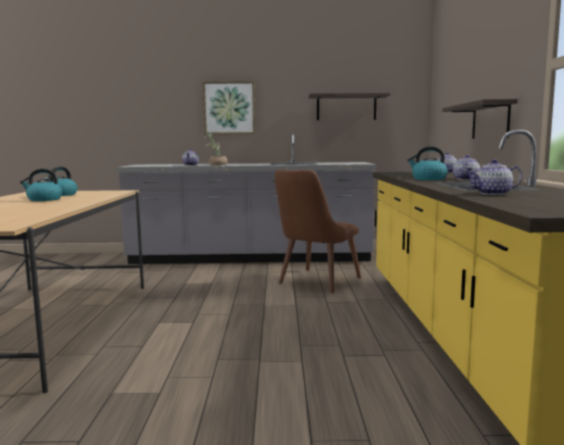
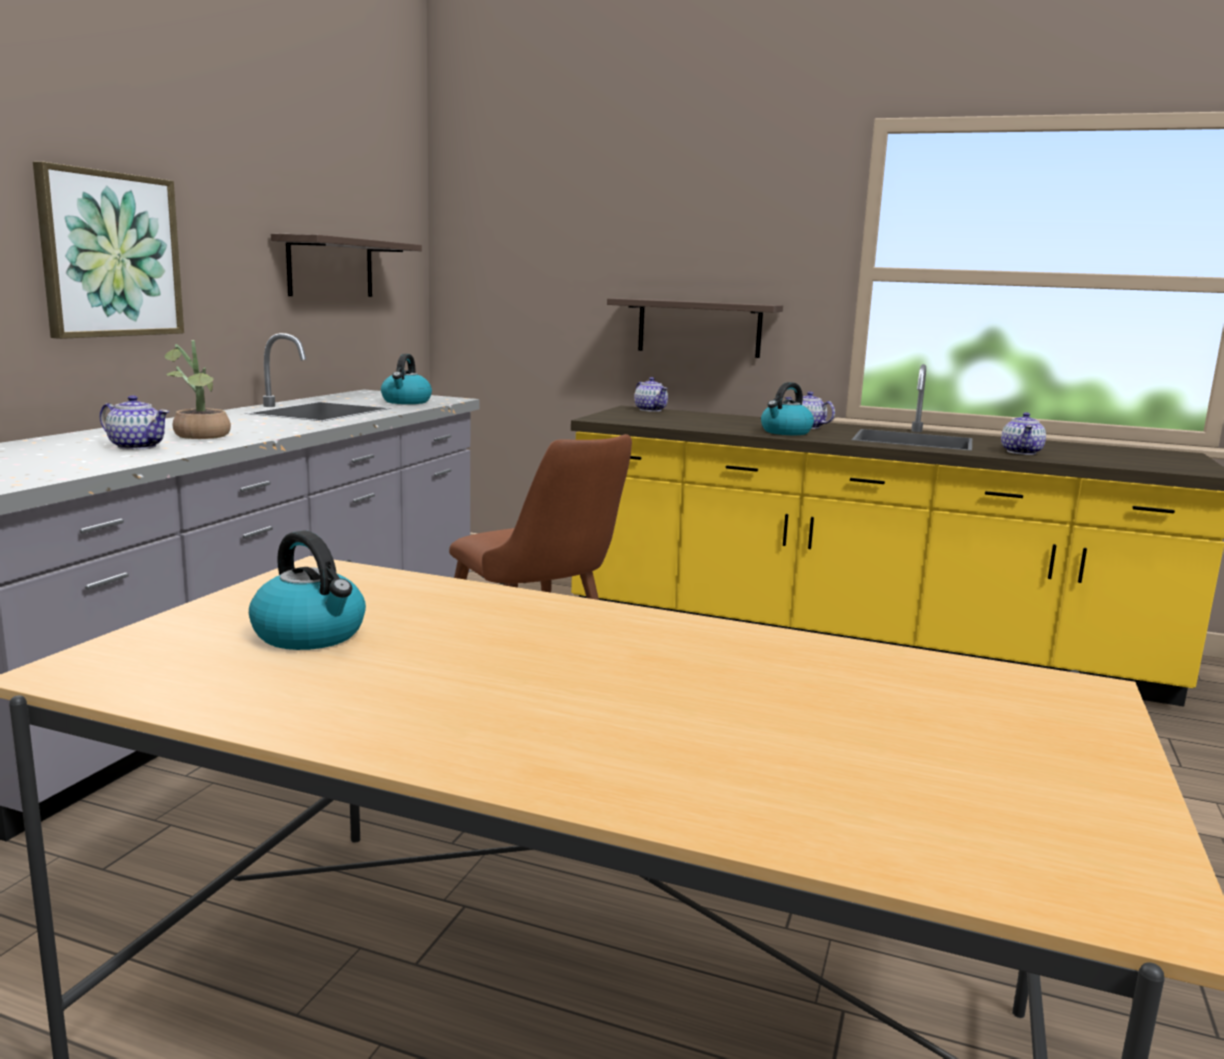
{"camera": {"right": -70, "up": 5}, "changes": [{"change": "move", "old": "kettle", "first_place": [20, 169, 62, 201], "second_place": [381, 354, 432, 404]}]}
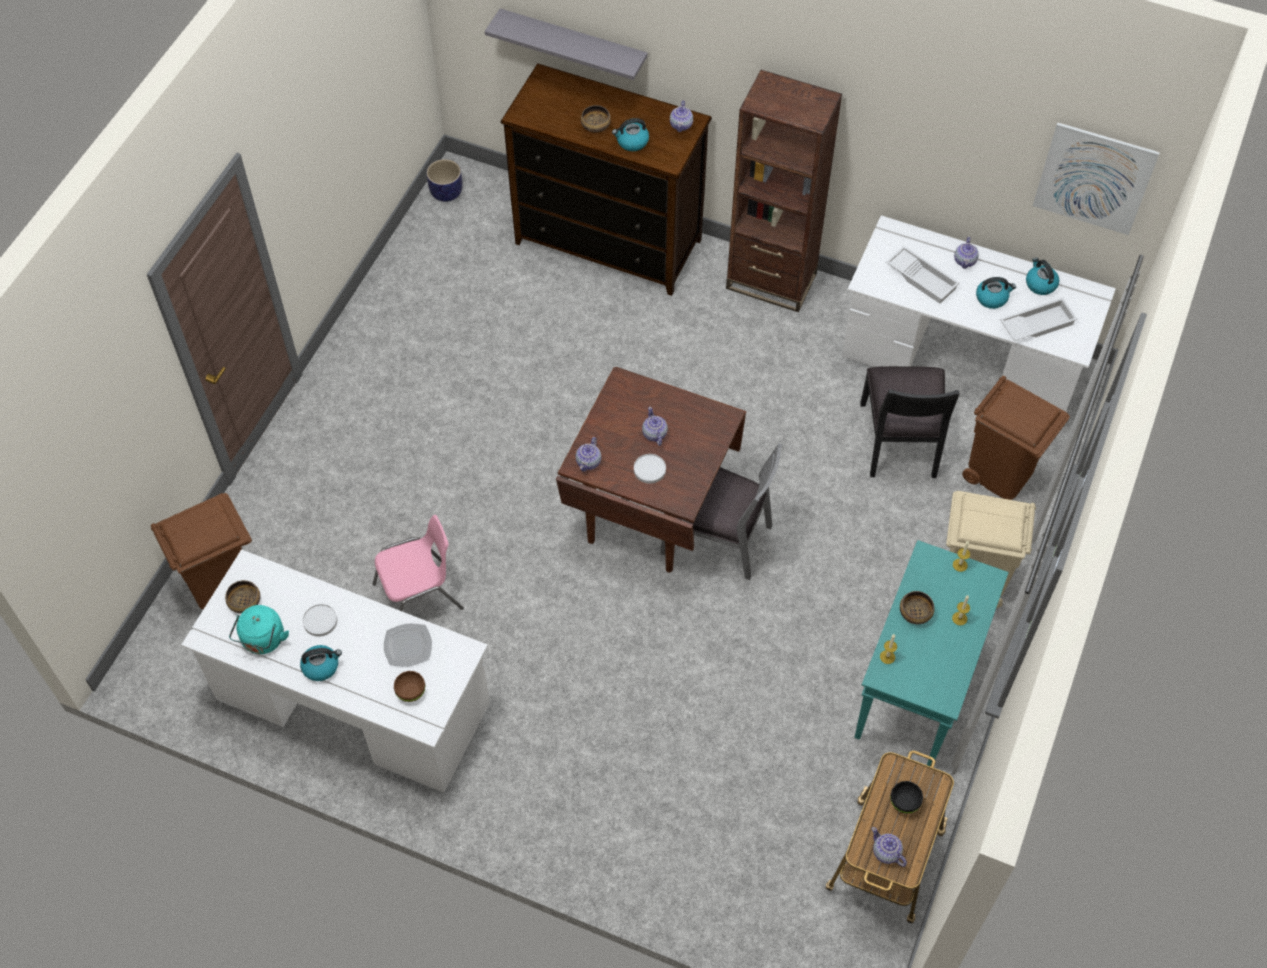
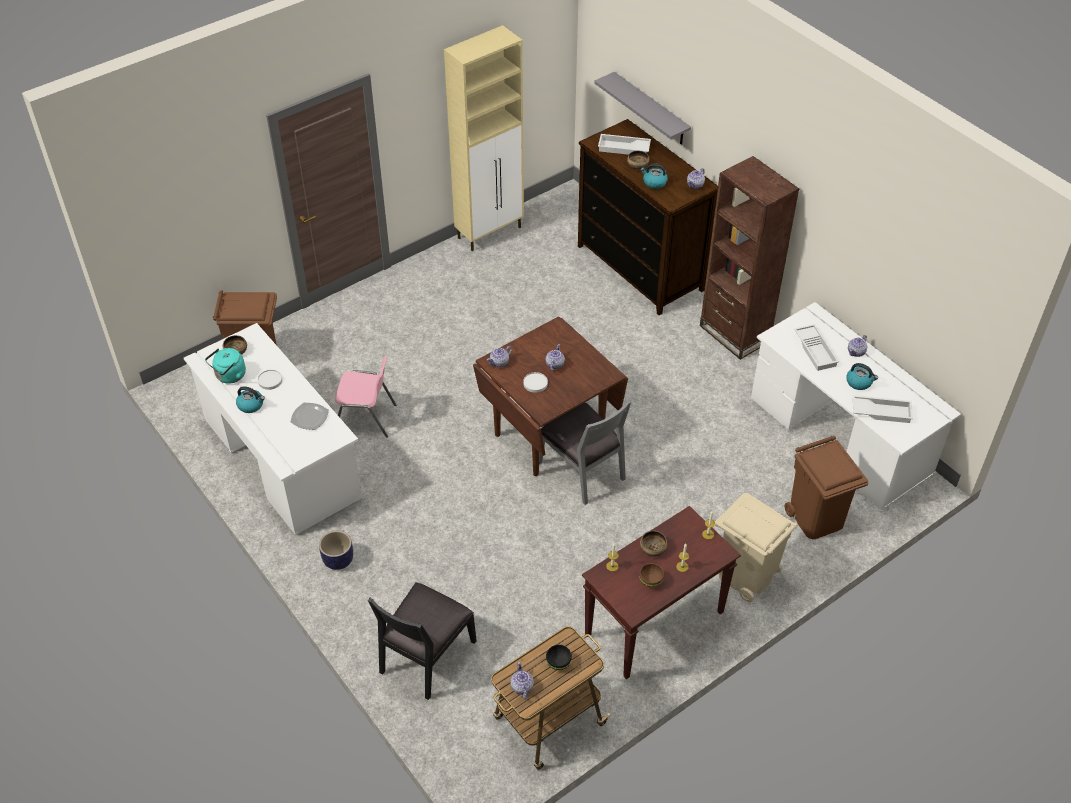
{"camera": {"right": 30, "up": -10}, "changes": [{"change": "move", "old": "brown bowl", "first_place": [394, 671, 426, 702], "second_place": [639, 563, 664, 587]}, {"change": "move", "old": "flower pot", "first_place": [426, 159, 462, 202], "second_place": [319, 531, 353, 570]}, {"change": "recolor", "old": "blue-green narrow table", "new": "brown narrow table", "first_place": [854, 540, 1009, 766], "second_place": [582, 506, 741, 679]}, {"change": "move", "old": "black upright chair", "first_place": [860, 366, 959, 478], "second_place": [368, 582, 477, 700]}, {"change": "delete", "old": "kettle", "first_place": [1026, 258, 1059, 295]}, {"change": "delete", "old": "picture", "first_place": [1033, 123, 1160, 235]}, {"change": "insert", "new": "beige-coloured storage cabinet", "second_place": [444, 25, 524, 251]}, {"change": "insert", "new": "white-coloured serving tray", "second_place": [598, 134, 651, 155]}]}
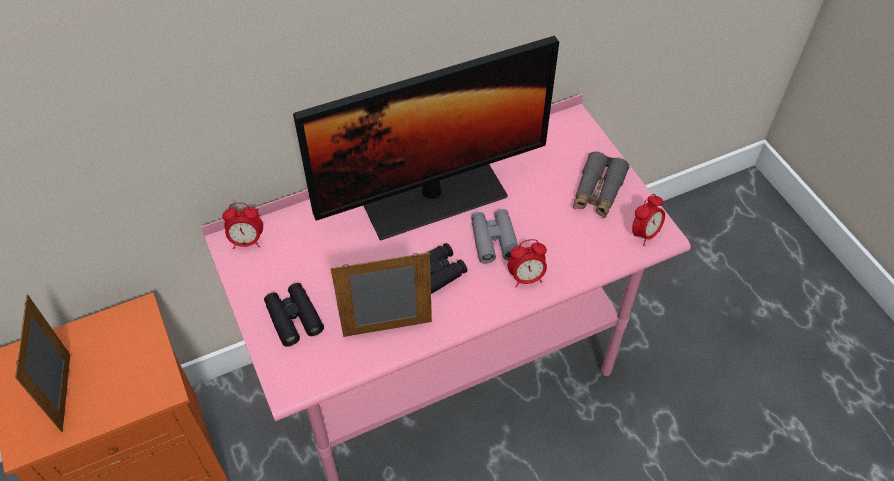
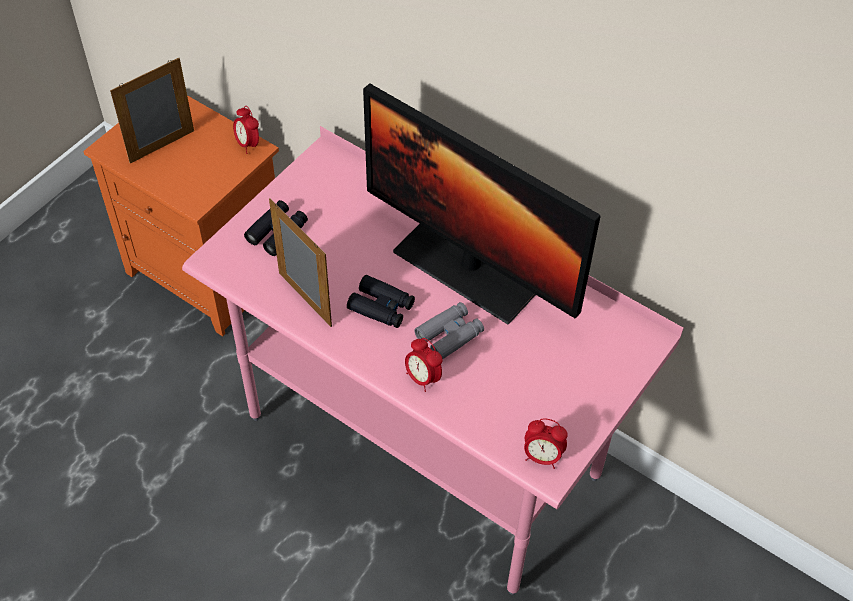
{"camera": {"right": 60, "up": 0}, "changes": [{"change": "move", "old": "bedside clock", "first_place": [222, 203, 263, 249], "second_place": [233, 106, 259, 154]}, {"change": "delete", "old": "gray field glasses", "first_place": [573, 151, 629, 218]}]}
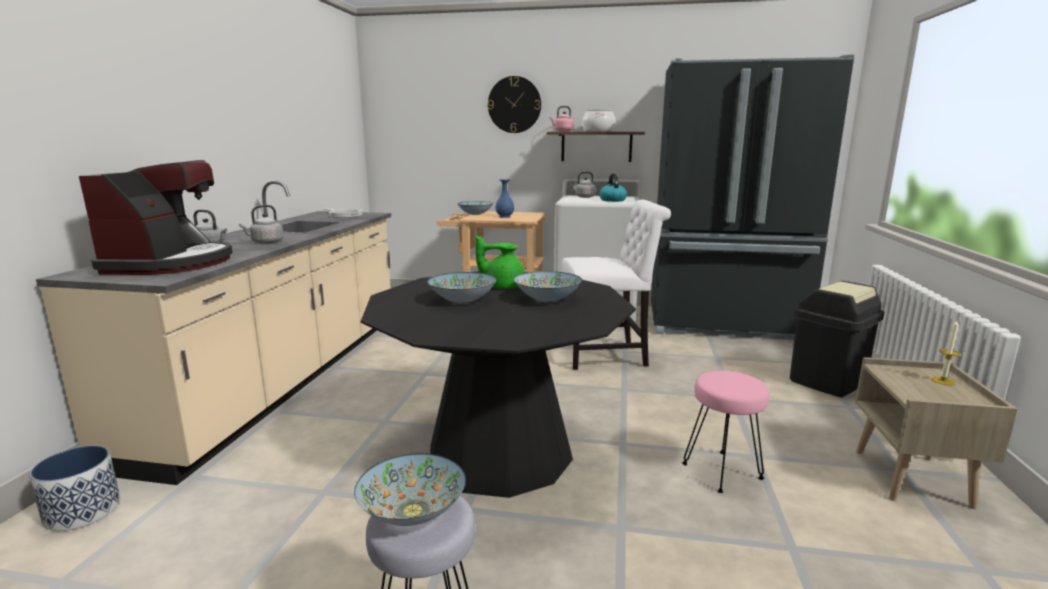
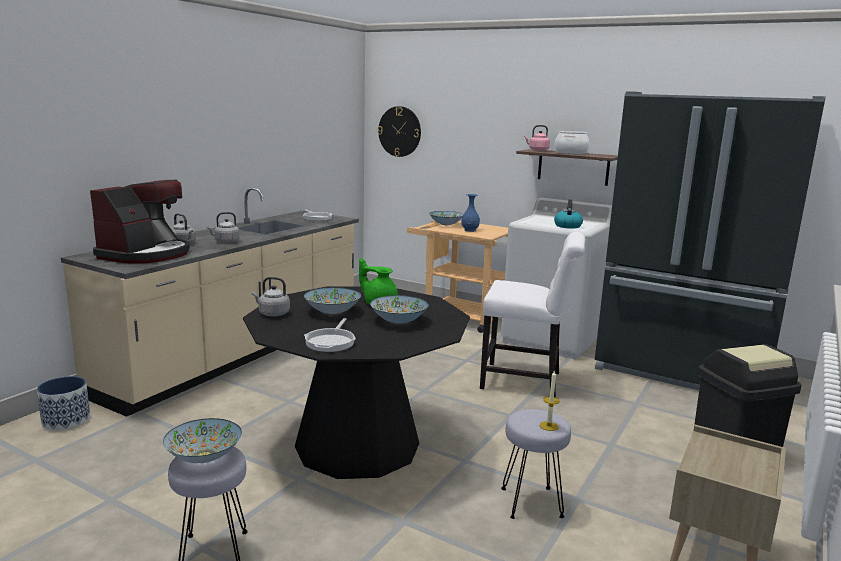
{"camera": {"right": 20, "up": 0}, "changes": [{"change": "move", "old": "wall clock", "first_place": [488, 76, 541, 133], "second_place": [378, 106, 421, 157]}, {"change": "move", "old": "gray kettle", "first_place": [570, 172, 596, 198], "second_place": [252, 277, 290, 316]}, {"change": "recolor", "old": "pinkish sitting stool", "new": "gray sitting stool", "first_place": [682, 371, 769, 493], "second_place": [501, 409, 571, 519]}, {"change": "move", "old": "wax candle", "first_place": [931, 320, 960, 385], "second_place": [540, 371, 560, 431]}, {"change": "insert", "new": "frying pan", "second_place": [304, 318, 356, 352]}]}
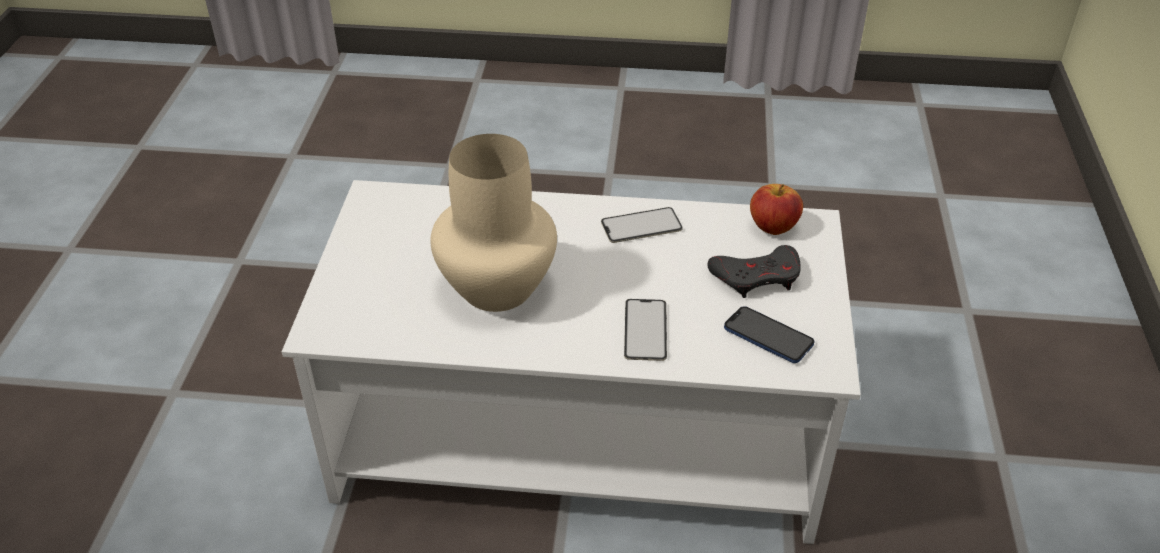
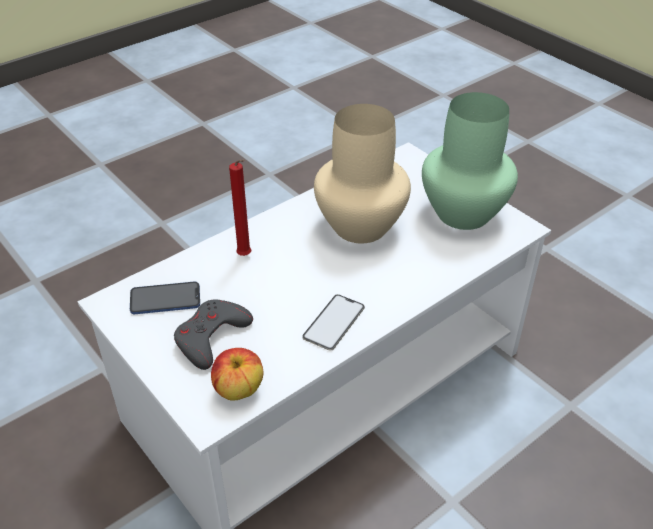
{"camera": {"right": 135, "up": 0}, "changes": [{"change": "replace", "old": "handset", "new": "red-coloured wax candle", "first_place": [624, 299, 667, 361], "second_place": [229, 159, 251, 256]}, {"change": "insert", "new": "green-coloured decorative vase", "second_place": [422, 92, 518, 230]}]}
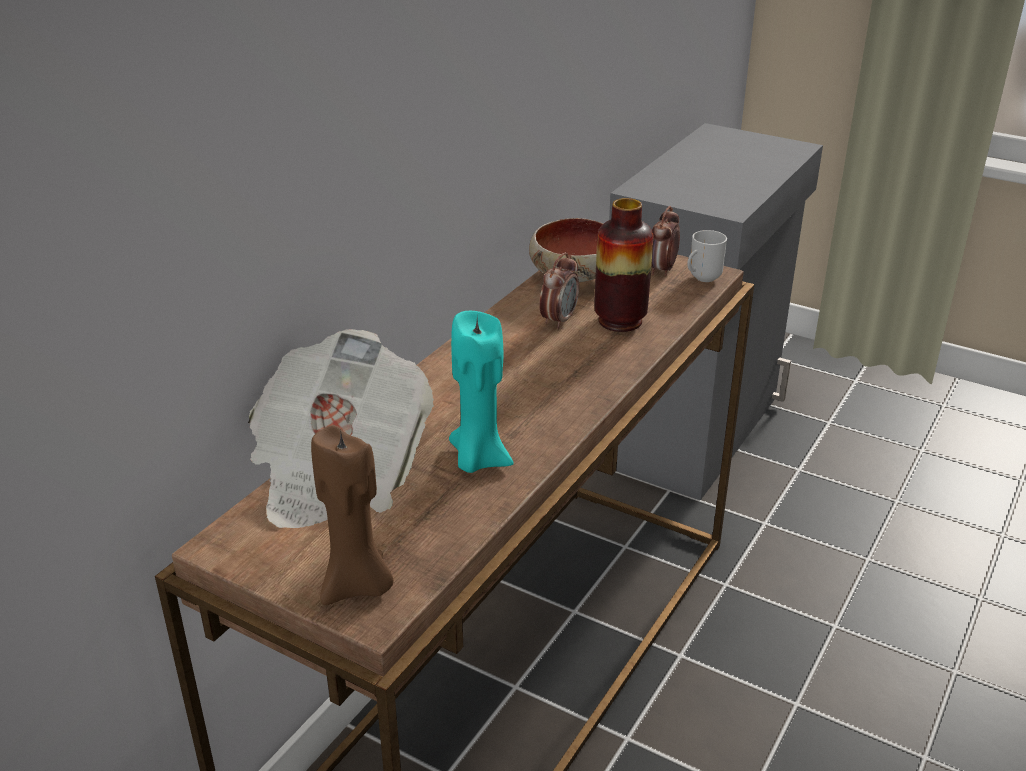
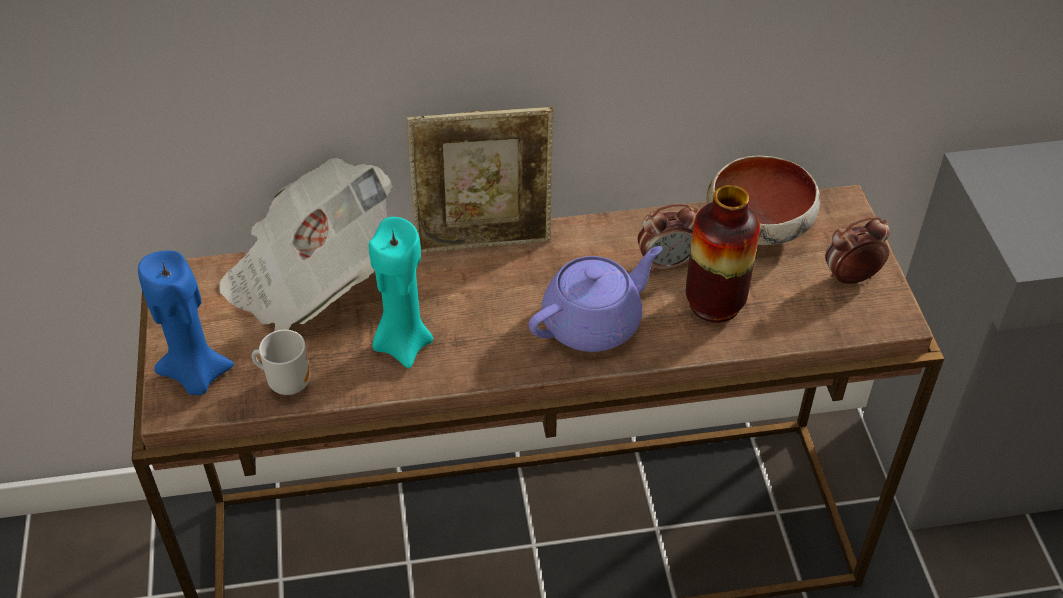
{"camera": {"right": 50, "up": 15}, "changes": [{"change": "recolor", "old": "brown wax candle", "new": "blue-coloured wax candle", "first_place": [311, 425, 393, 605], "second_place": [138, 251, 234, 395]}, {"change": "move", "old": "mug", "first_place": [687, 230, 727, 282], "second_place": [252, 330, 310, 395]}, {"change": "insert", "new": "photo frame", "second_place": [407, 107, 554, 253]}, {"change": "insert", "new": "purple pot for tea", "second_place": [529, 246, 662, 352]}]}
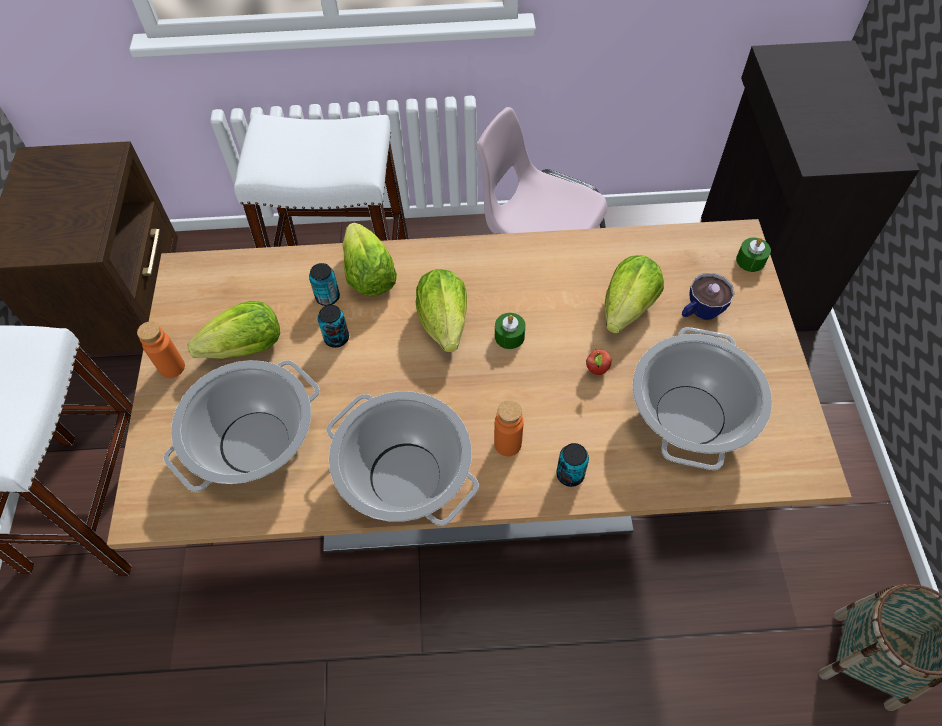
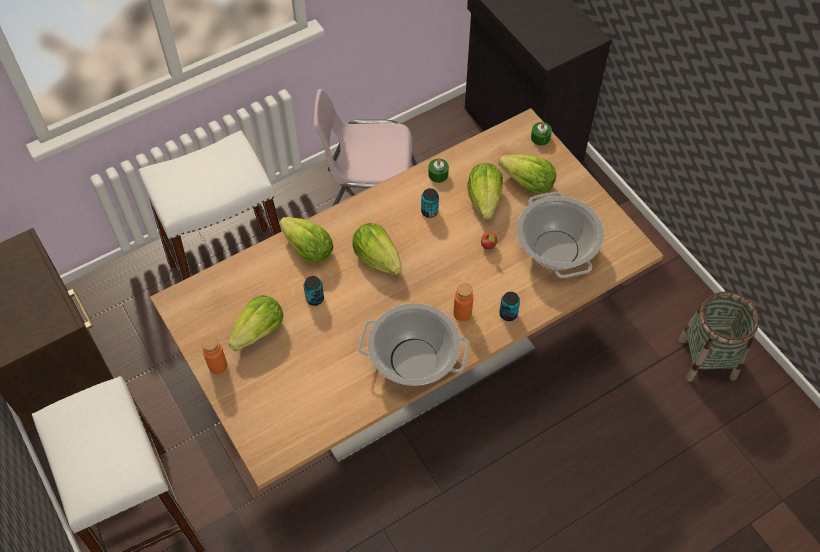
{"camera": {"right": -30, "up": 0}, "changes": [{"change": "delete", "old": "stockpot", "first_place": [163, 360, 320, 492]}, {"change": "move", "old": "sealed can", "first_place": [309, 263, 340, 306], "second_place": [421, 188, 439, 218]}, {"change": "move", "old": "green-coloured wax candle", "first_place": [495, 313, 526, 349], "second_place": [428, 159, 449, 183]}, {"change": "replace", "old": "cup", "new": "lettuce", "first_place": [682, 273, 735, 320], "second_place": [498, 154, 556, 194]}]}
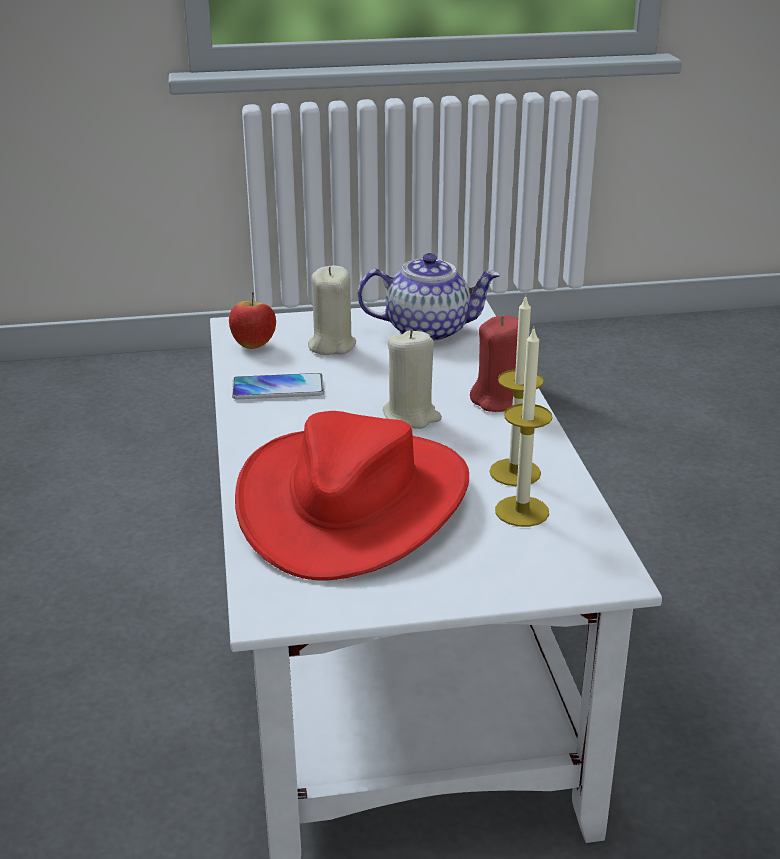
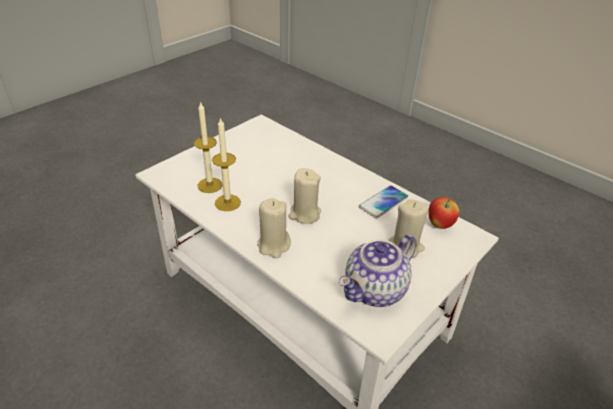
{"camera": {"right": 140, "up": 10}, "changes": [{"change": "delete", "old": "red-coloured hat", "first_place": [235, 411, 469, 581]}, {"change": "recolor", "old": "red-coloured wax candle", "new": "beige-coloured wax candle", "first_place": [470, 315, 518, 412], "second_place": [257, 198, 291, 258]}]}
